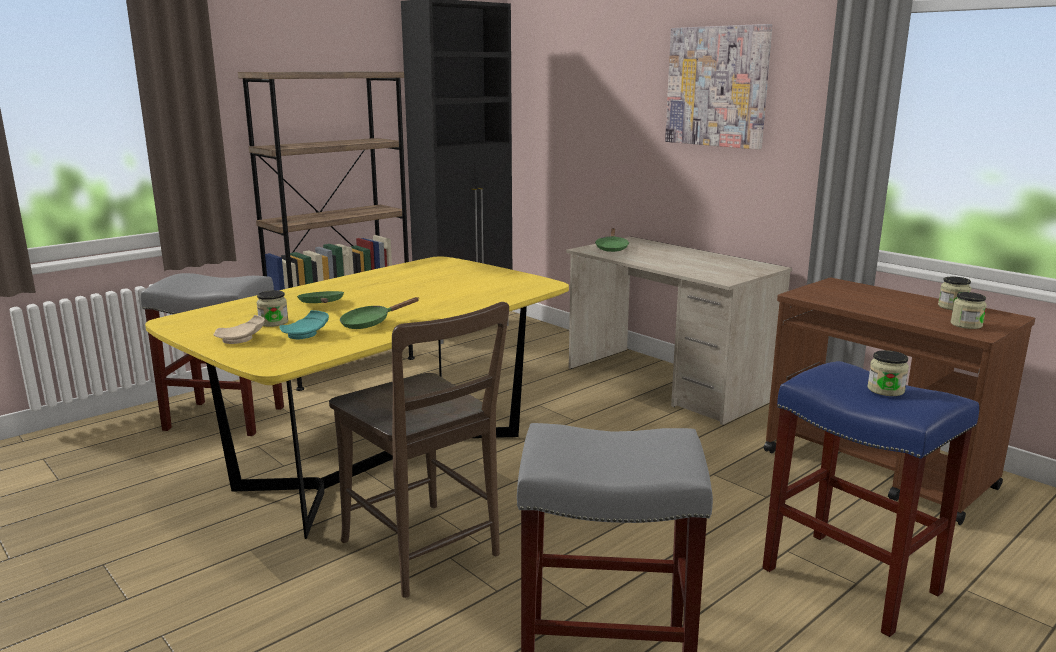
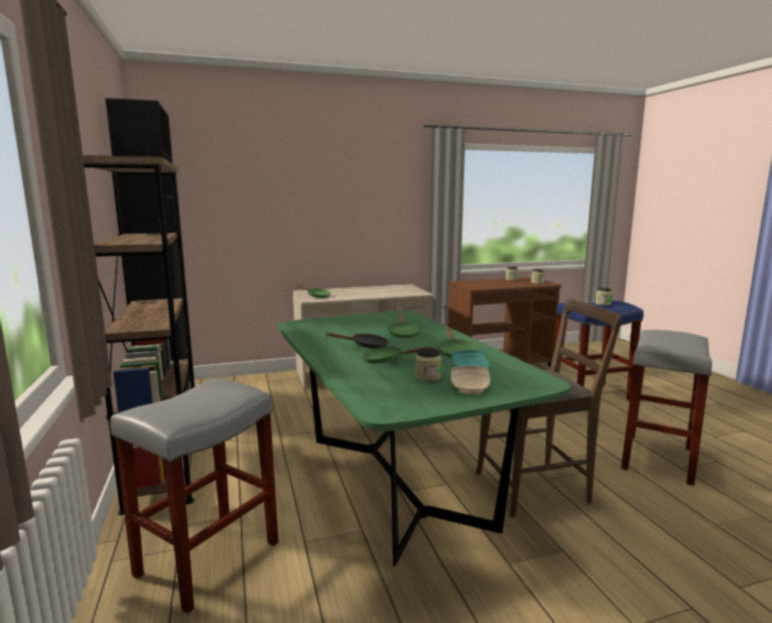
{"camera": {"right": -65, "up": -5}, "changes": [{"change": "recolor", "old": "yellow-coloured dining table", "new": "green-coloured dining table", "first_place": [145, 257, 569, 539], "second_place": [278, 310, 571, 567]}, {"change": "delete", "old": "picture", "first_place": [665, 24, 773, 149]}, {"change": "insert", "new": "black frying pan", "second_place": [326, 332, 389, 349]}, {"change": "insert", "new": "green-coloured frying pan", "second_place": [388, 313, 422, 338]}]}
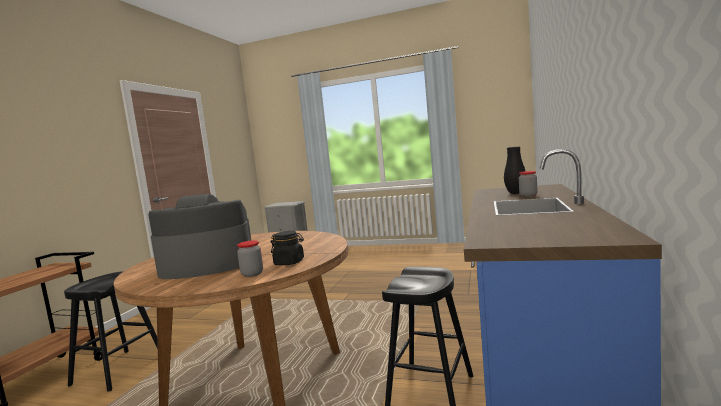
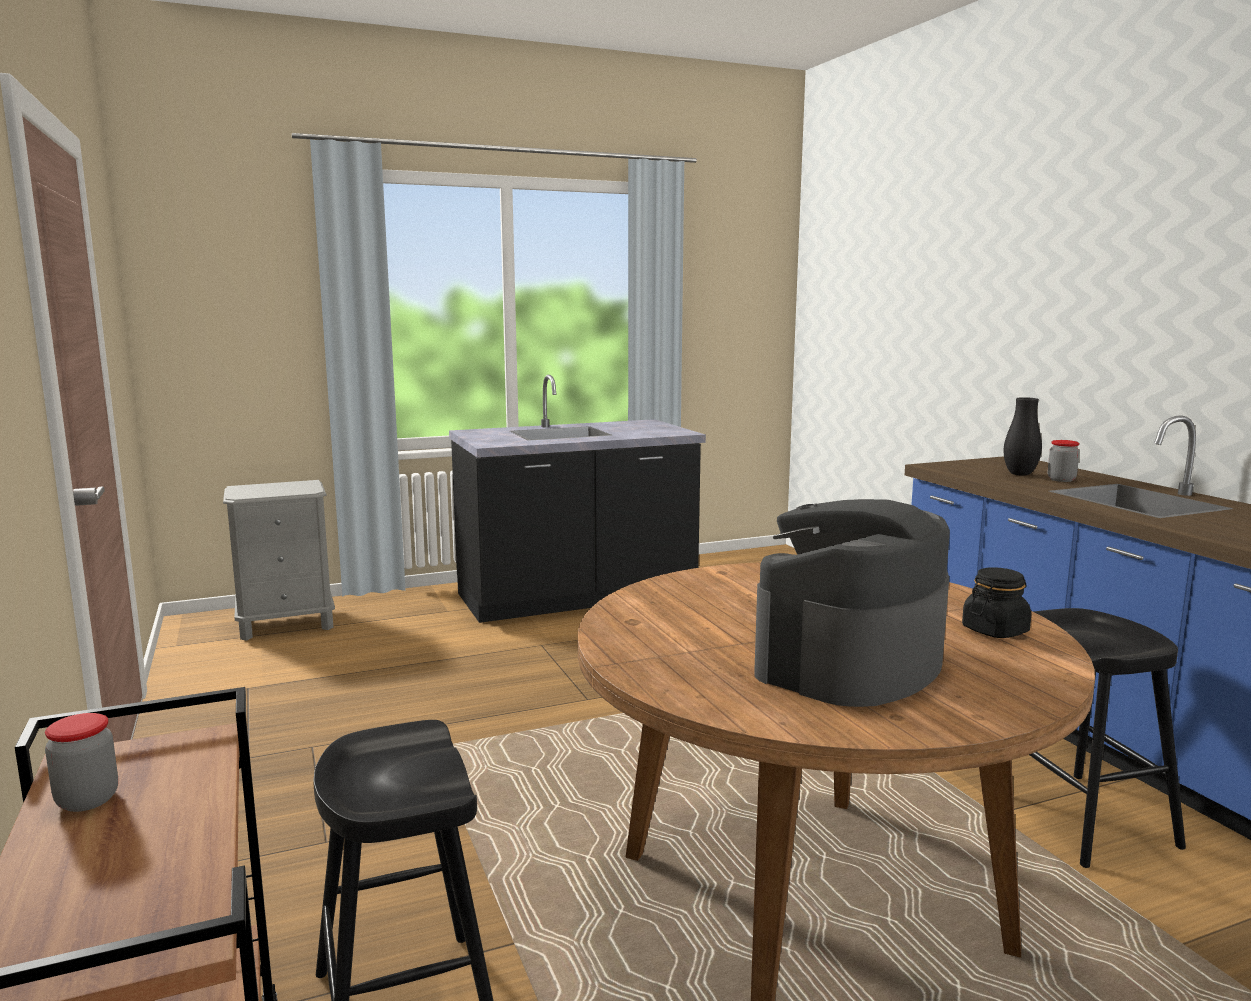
{"camera": {"right": -40, "up": 5}, "changes": [{"change": "move", "old": "storage jar", "first_place": [237, 240, 263, 277], "second_place": [45, 713, 118, 812]}, {"change": "insert", "new": "black counter", "second_place": [449, 375, 706, 623]}]}
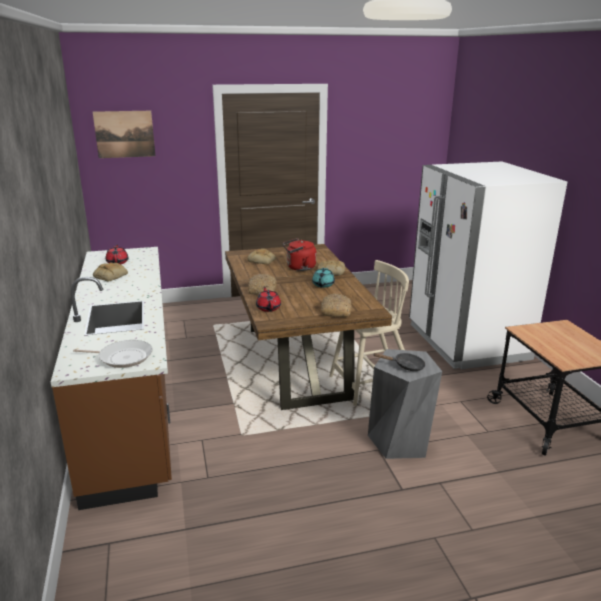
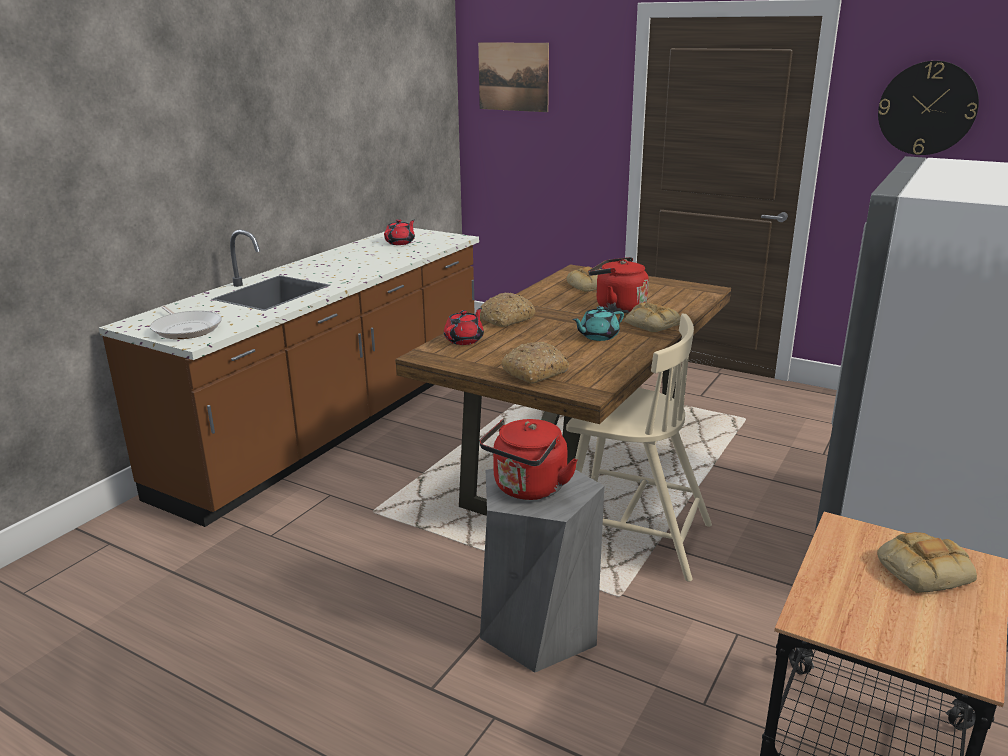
{"camera": {"right": 45, "up": 0}, "changes": [{"change": "move", "old": "bread", "first_place": [93, 263, 128, 282], "second_place": [877, 532, 977, 593]}, {"change": "replace", "old": "black frying pan", "new": "red-coloured kettle", "first_place": [373, 353, 426, 371], "second_place": [479, 419, 578, 500]}, {"change": "insert", "new": "wall clock", "second_place": [878, 61, 979, 155]}]}
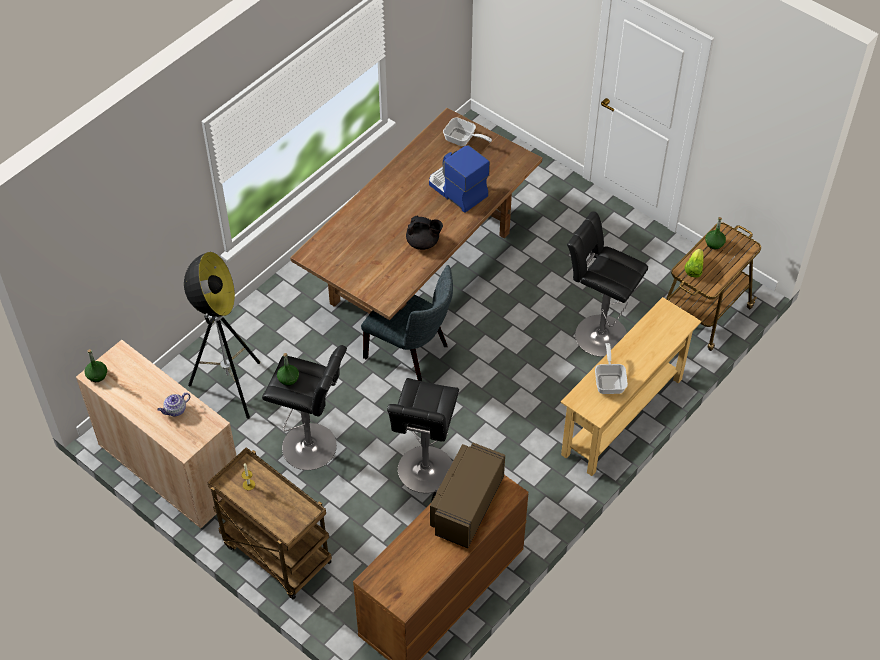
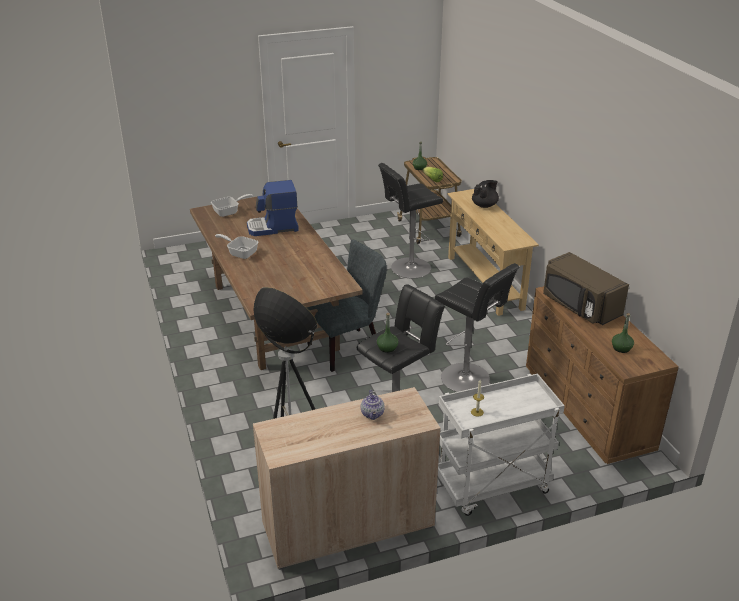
{"camera": {"right": -60, "up": -20}, "changes": [{"change": "move", "old": "green-coloured drink bottle", "first_place": [85, 349, 107, 382], "second_place": [612, 313, 634, 353]}, {"change": "recolor", "old": "brown cart", "new": "white-coloured cart", "first_place": [207, 447, 332, 600], "second_place": [438, 373, 565, 516]}, {"change": "move", "old": "black pot for tea", "first_place": [406, 215, 443, 250], "second_place": [472, 180, 499, 208]}, {"change": "move", "old": "frying pan", "first_place": [595, 343, 628, 394], "second_place": [215, 234, 258, 259]}]}
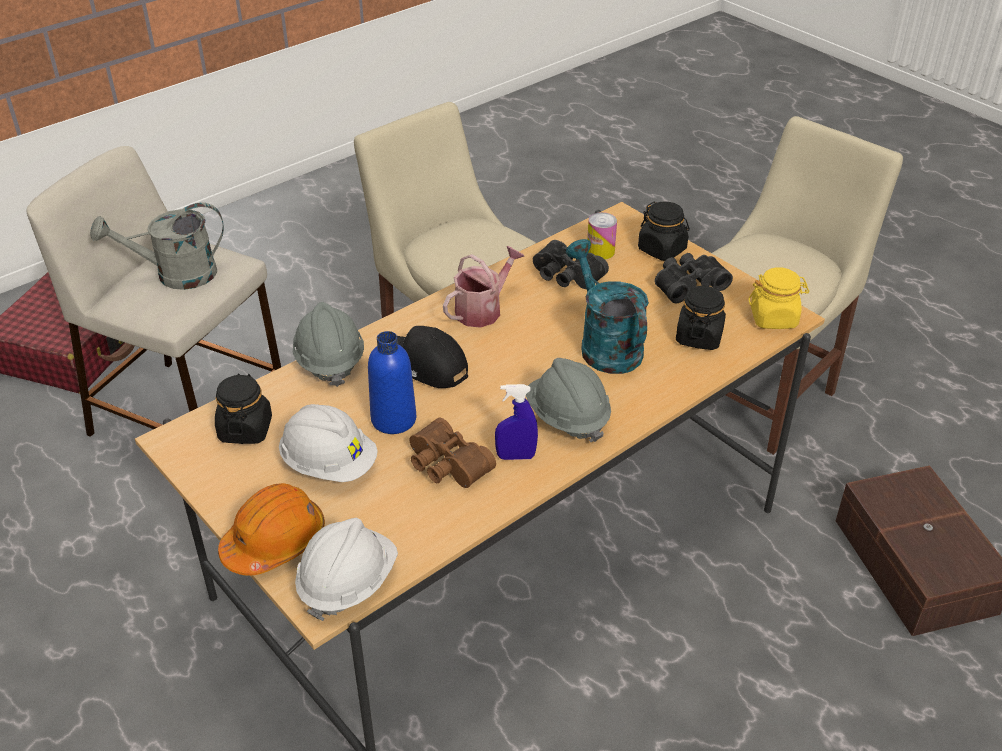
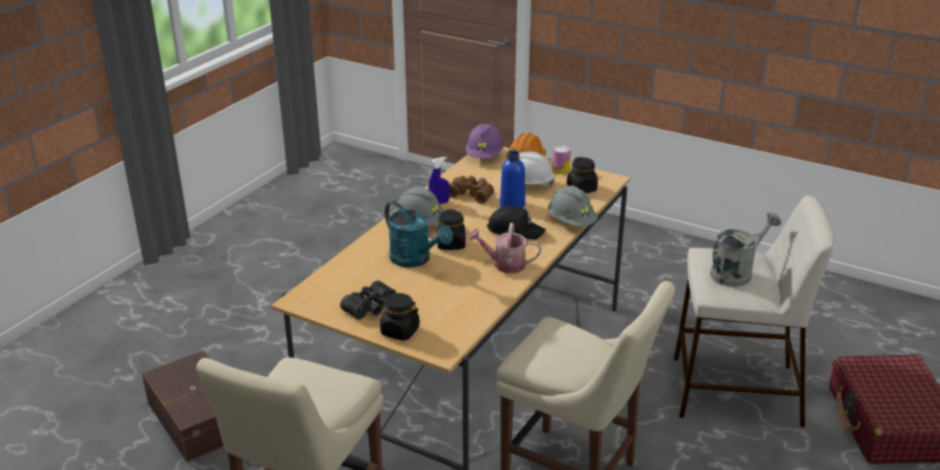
{"camera": {"right": 160, "up": -10}, "changes": [{"change": "recolor", "old": "white-coloured work helmet", "new": "purple work helmet", "first_place": [295, 518, 398, 621], "second_place": [466, 123, 504, 159]}, {"change": "rotate", "old": "sprinkling can", "first_place": [443, 246, 524, 328], "second_place": [468, 223, 541, 273], "degrees": 75}, {"change": "delete", "old": "black field glasses", "first_place": [533, 240, 609, 289]}, {"change": "move", "old": "sealed can", "first_place": [587, 212, 617, 260], "second_place": [552, 145, 571, 174]}, {"change": "move", "old": "black storage jar", "first_place": [676, 285, 726, 350], "second_place": [437, 209, 466, 250]}, {"change": "delete", "old": "yellow-coloured storage jar", "first_place": [748, 268, 810, 329]}]}
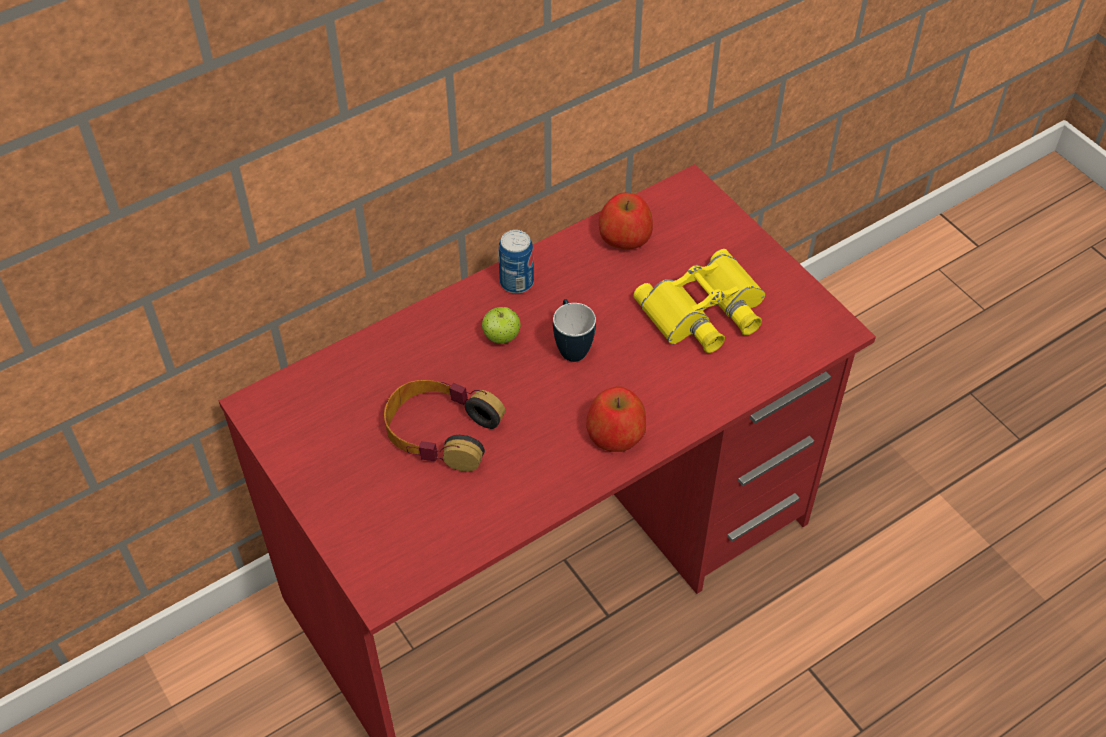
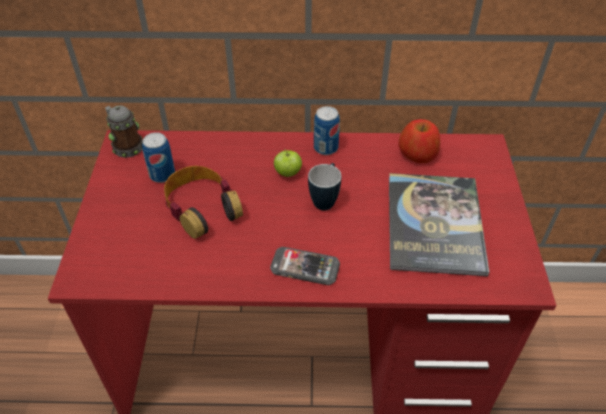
{"camera": {"right": 35, "up": -5}, "changes": [{"change": "replace", "old": "apple", "new": "handset", "first_place": [586, 386, 646, 452], "second_place": [270, 247, 340, 285]}, {"change": "replace", "old": "yellow-coloured field glasses", "new": "volume", "first_place": [633, 249, 765, 353], "second_place": [389, 173, 489, 276]}, {"change": "insert", "new": "mug", "second_place": [105, 106, 143, 158]}, {"change": "insert", "new": "sealed can", "second_place": [142, 132, 175, 183]}]}
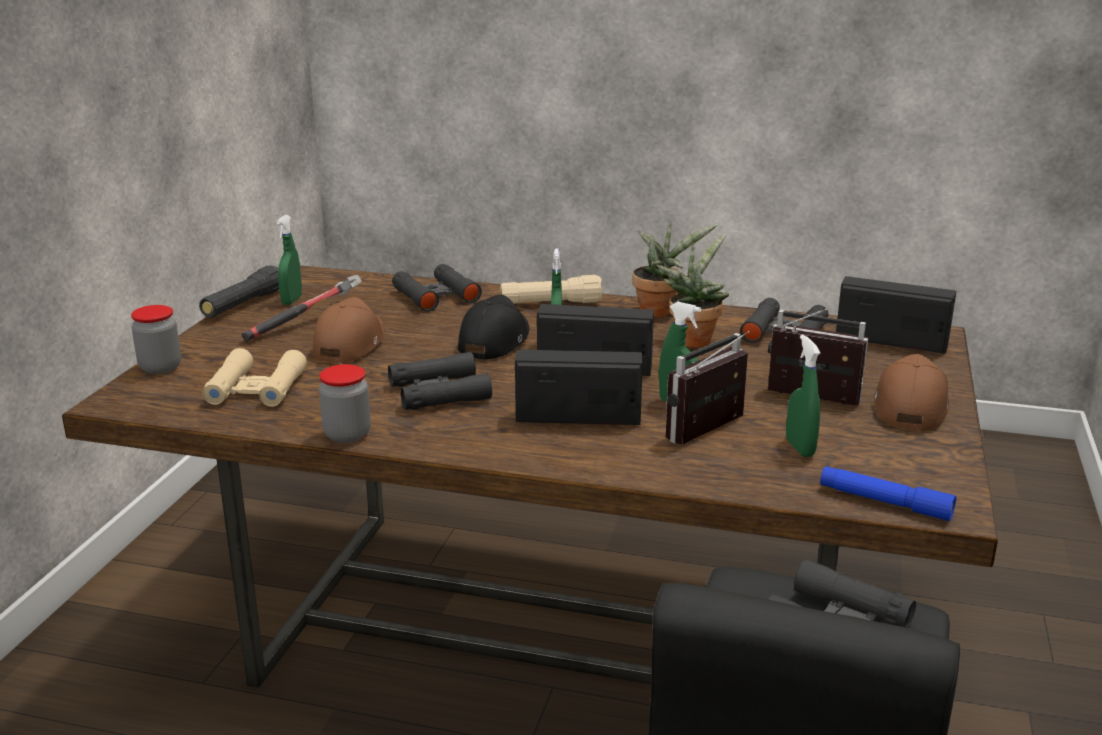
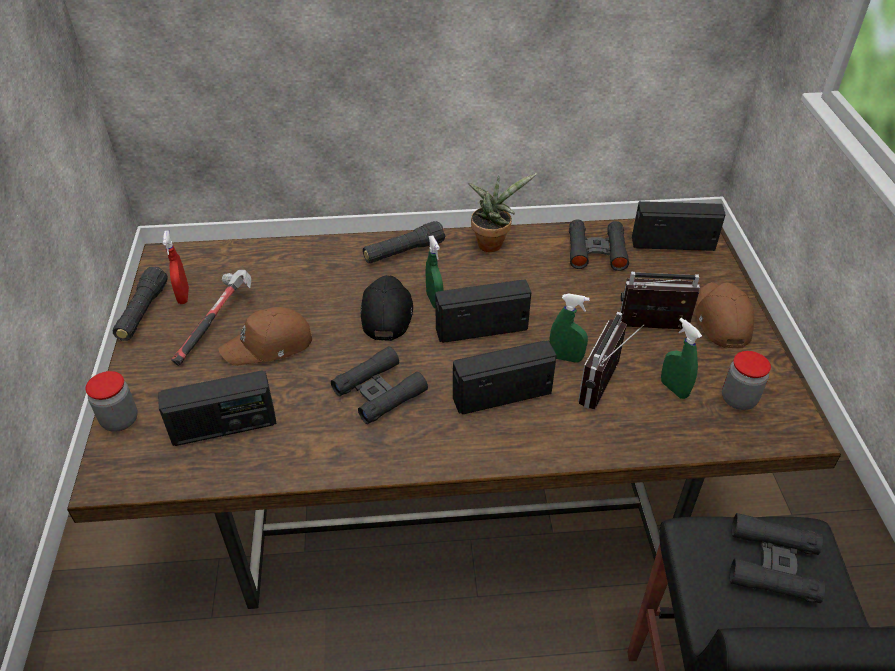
{"camera": {"right": -20, "up": 20}, "changes": [{"change": "replace", "old": "beige-coloured field glasses", "new": "radio", "first_place": [202, 348, 307, 407], "second_place": [158, 370, 276, 446]}, {"change": "recolor", "old": "green-coloured sprayer", "new": "red-coloured sprayer", "first_place": [277, 215, 302, 305], "second_place": [163, 231, 189, 304]}, {"change": "rotate", "old": "brown baseball cap", "first_place": [312, 297, 385, 363], "second_place": [218, 307, 312, 366], "degrees": -105}, {"change": "move", "old": "storage jar", "first_place": [319, 364, 371, 443], "second_place": [722, 351, 771, 410]}, {"change": "delete", "old": "black field glasses", "first_place": [392, 264, 482, 312]}, {"change": "recolor", "old": "beige-coloured hand torch", "new": "black hand torch", "first_place": [500, 275, 603, 304], "second_place": [363, 221, 445, 263]}, {"change": "delete", "old": "plant in a pot", "first_place": [657, 234, 729, 348]}, {"change": "delete", "old": "blue-coloured hand torch", "first_place": [820, 466, 956, 521]}]}
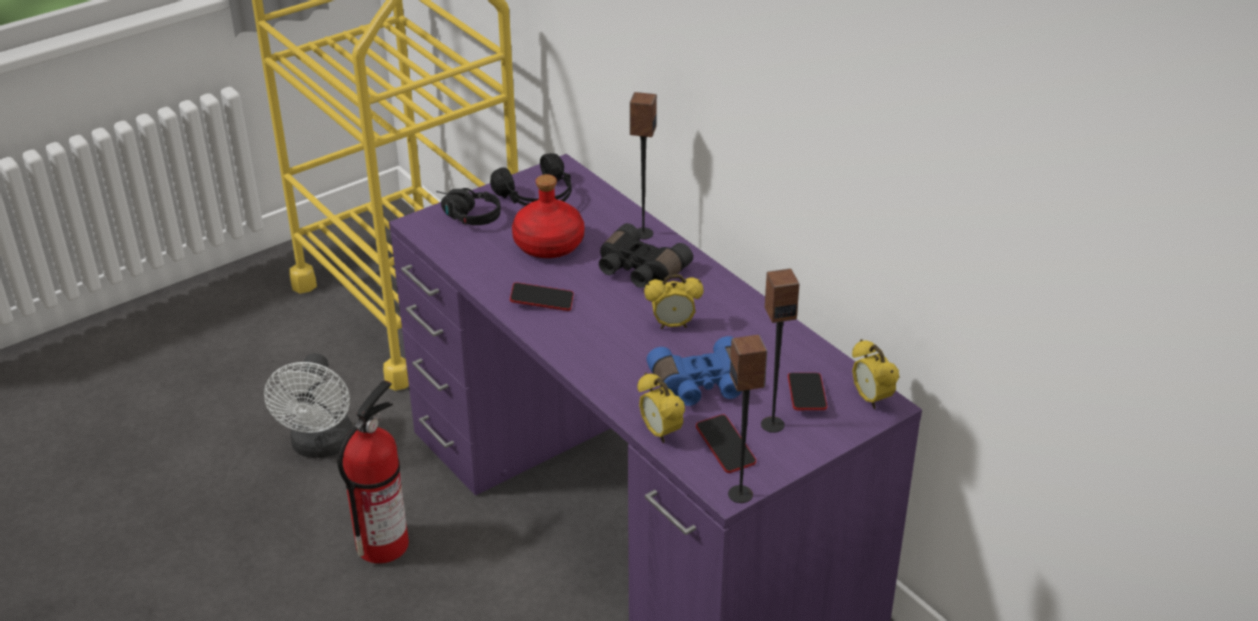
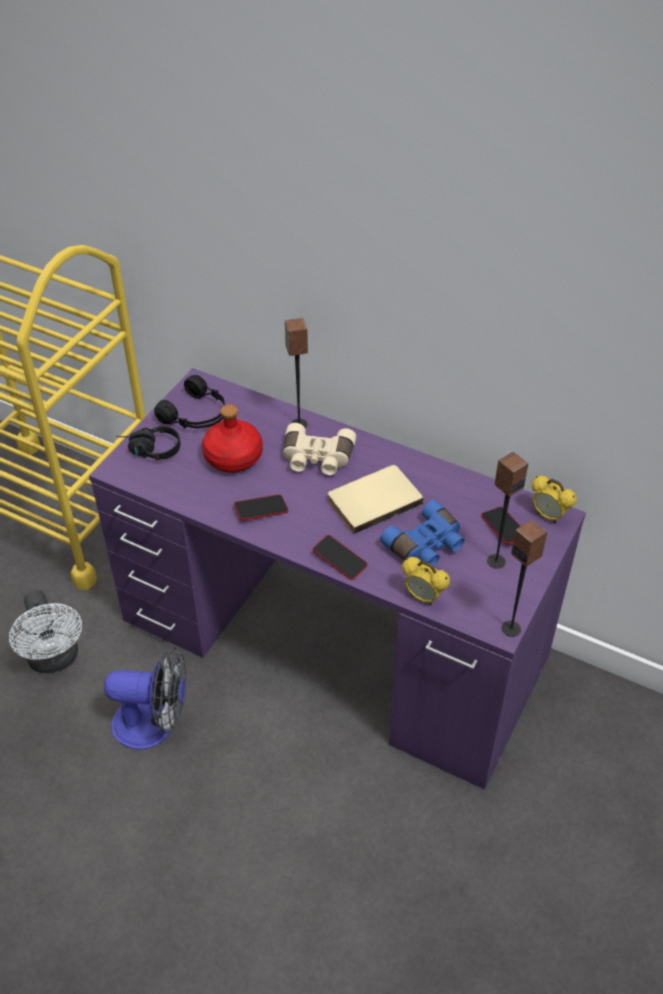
{"camera": {"right": -25, "up": 10}, "changes": [{"change": "replace", "old": "fire extinguisher", "new": "cooling fan", "first_place": [338, 381, 409, 563], "second_place": [104, 647, 186, 750]}, {"change": "recolor", "old": "black field glasses", "new": "beige-coloured field glasses", "first_place": [599, 223, 693, 288], "second_place": [284, 423, 356, 475]}, {"change": "replace", "old": "bedside clock", "new": "beige-coloured volume", "first_place": [644, 274, 704, 329], "second_place": [328, 465, 424, 534]}, {"change": "move", "old": "handset", "first_place": [696, 414, 756, 473], "second_place": [313, 535, 368, 580]}]}
